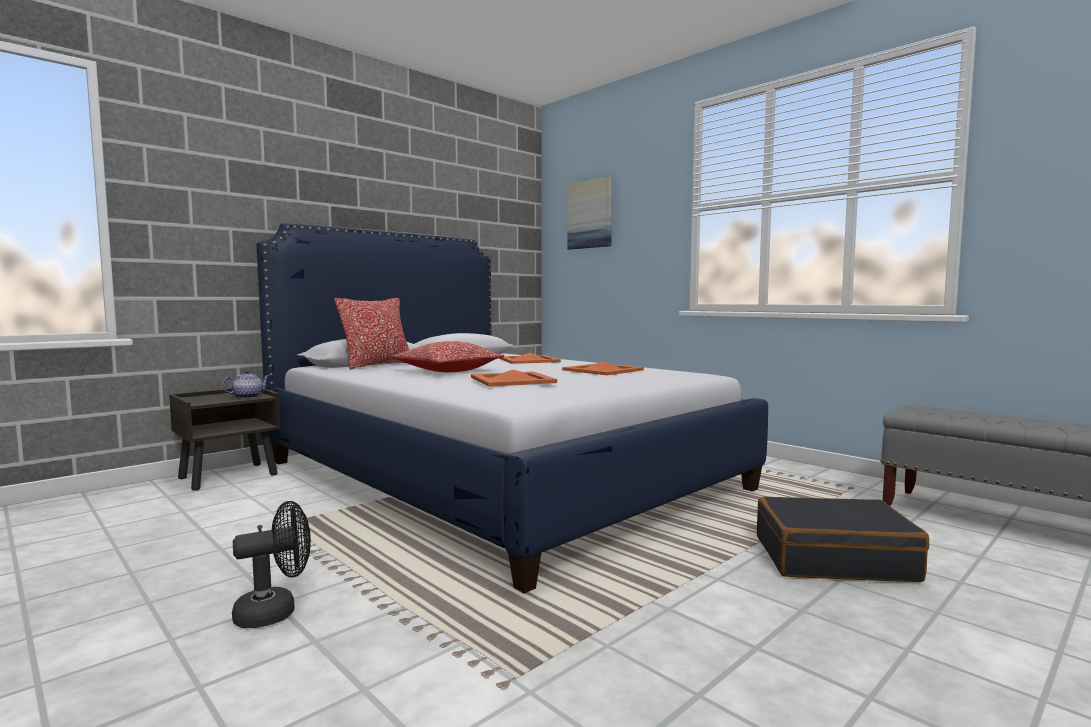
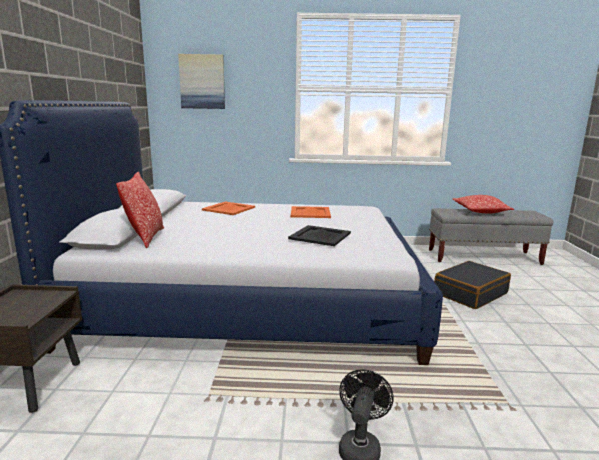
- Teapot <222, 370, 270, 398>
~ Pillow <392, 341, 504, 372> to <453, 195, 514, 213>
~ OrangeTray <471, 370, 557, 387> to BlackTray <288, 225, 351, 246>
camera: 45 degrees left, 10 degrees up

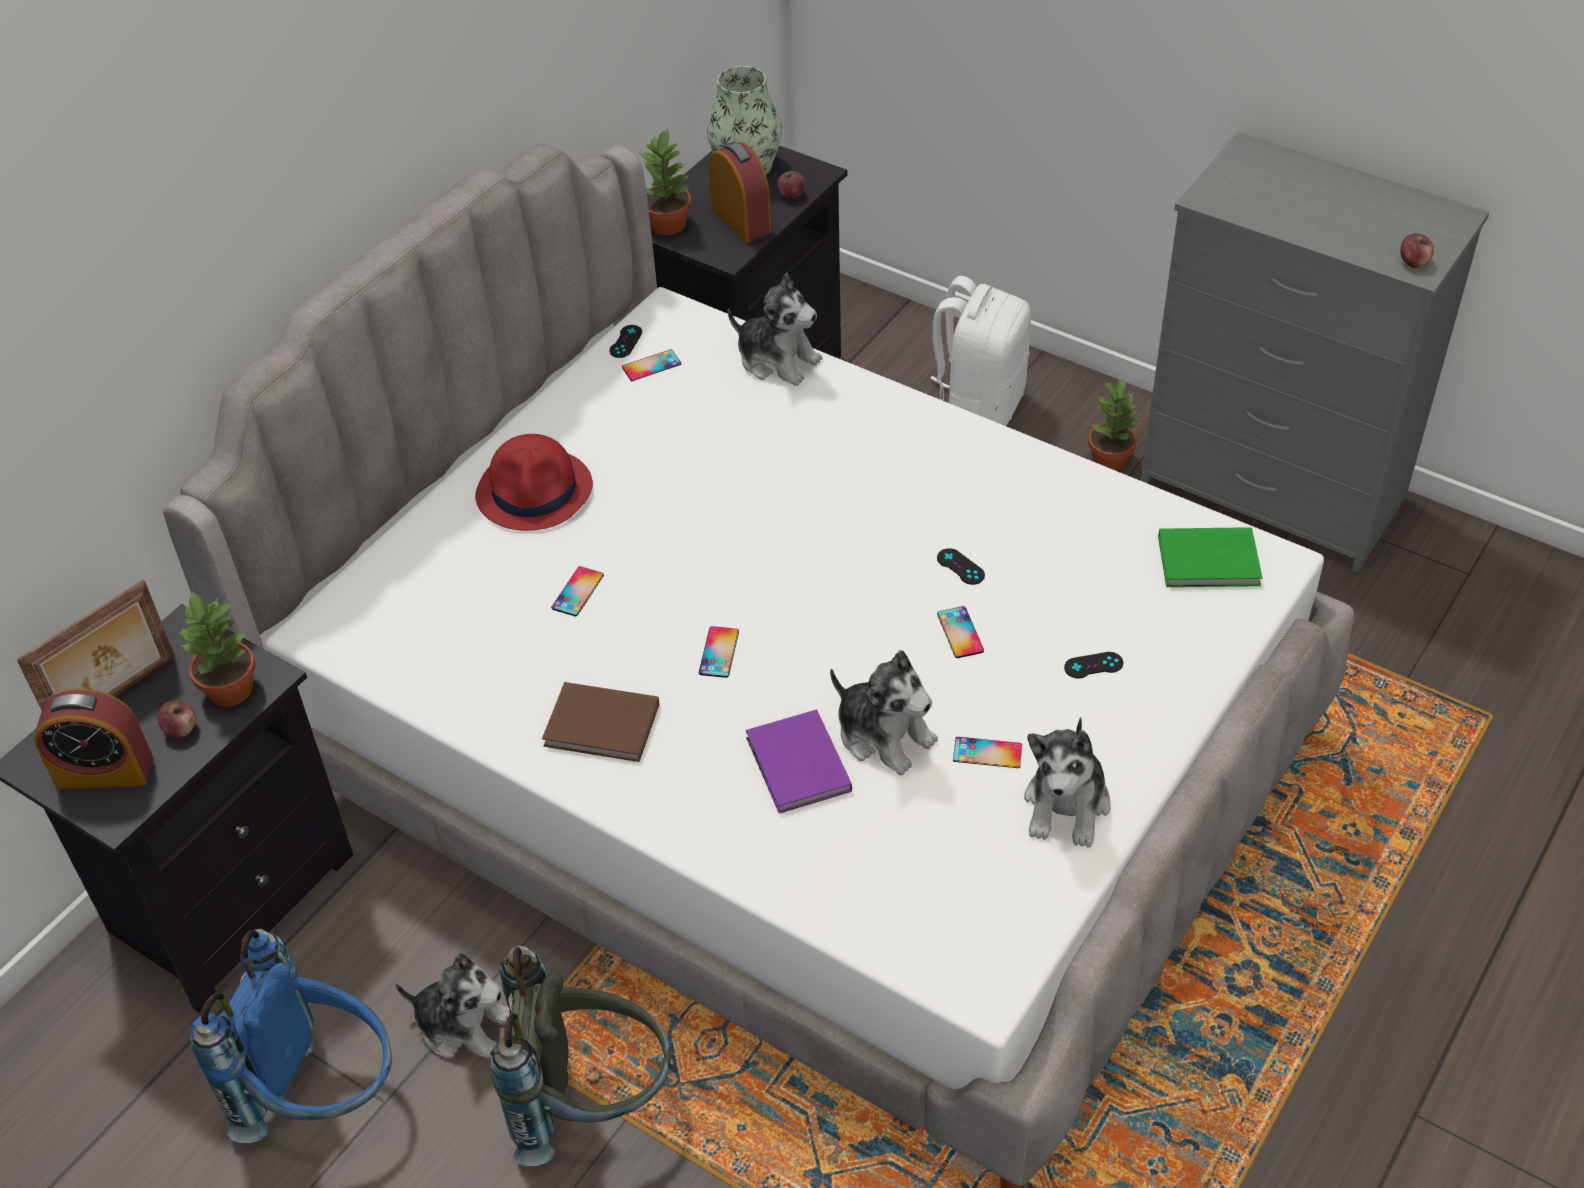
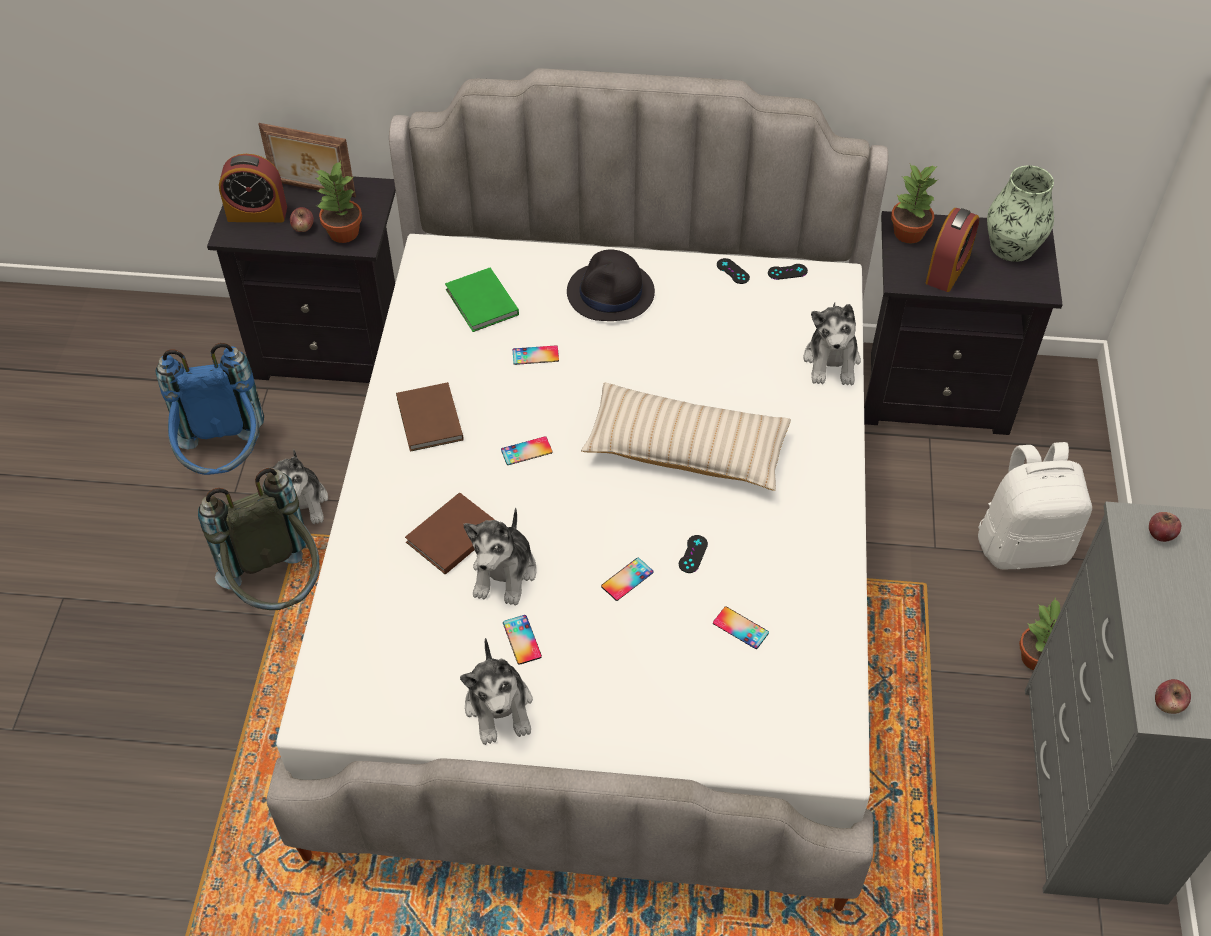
~ AlarmClock <34, 689, 153, 789> = <219, 154, 287, 222> 60 degrees counterclockwise
~ RedHat <475, 434, 593, 531> to BlackHat <567, 250, 655, 321>
~ Phone <622, 349, 681, 381> to <713, 606, 769, 649>
~ PurpleBook <746, 709, 852, 813> to BrownBook <405, 492, 495, 575>
~ Apple <777, 170, 805, 199> to <1149, 512, 1181, 542>
~ PlushToy <1024, 717, 1111, 848> = <460, 638, 533, 745> 90 degrees counterclockwise
~ BlackGameController <1064, 652, 1123, 678> to <717, 258, 750, 284>
~ GreenBook <1158, 527, 1263, 587> to <445, 267, 519, 332>
+ BeigePillow <581, 383, 791, 491>
camera: 60 degrees right, 5 degrees up

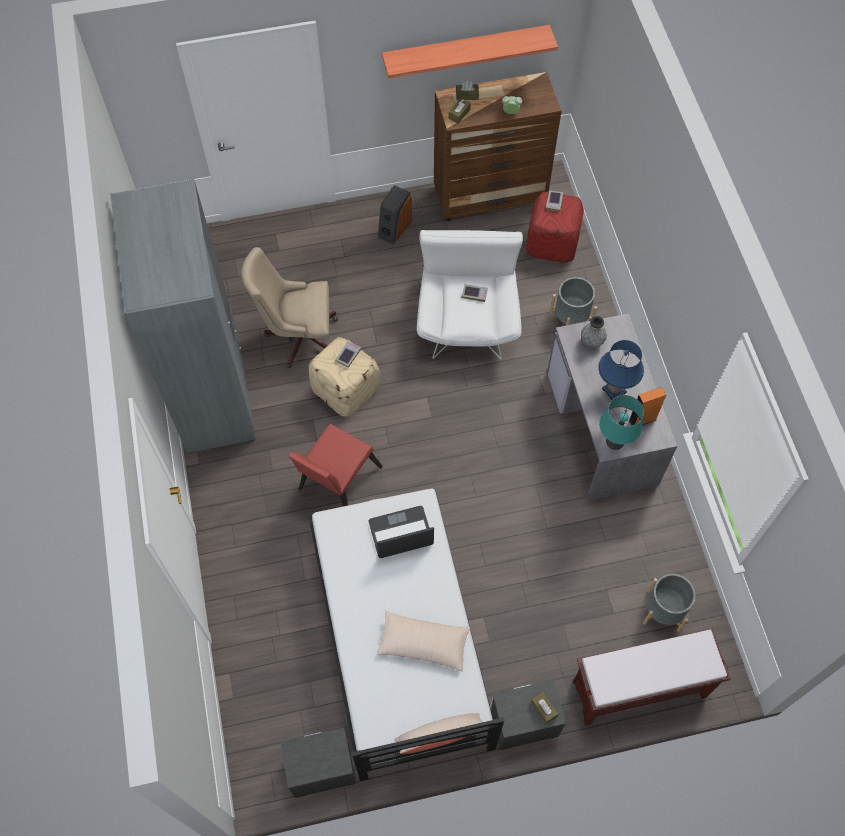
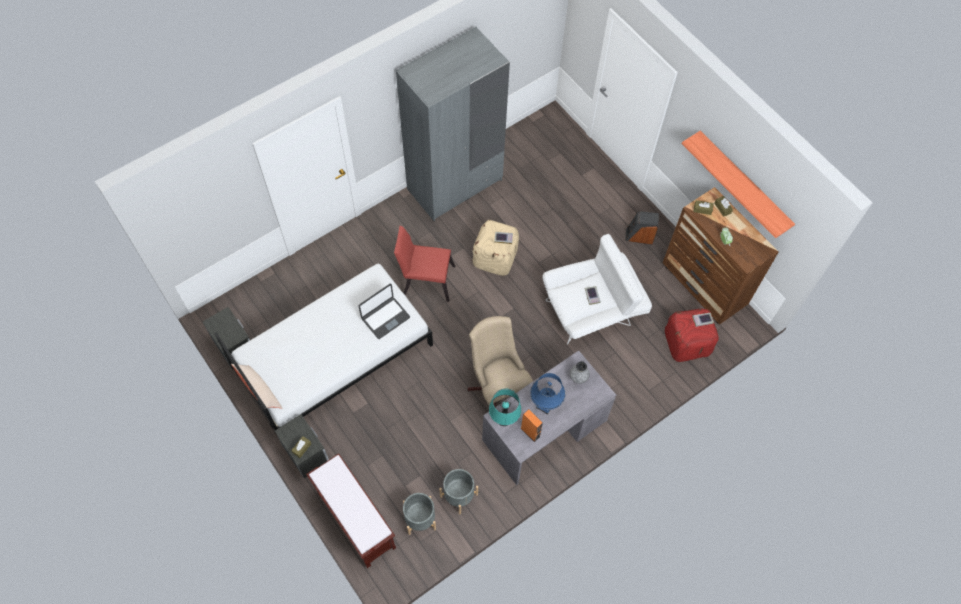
~ BeigeOfficeChair <241, 247, 338, 368> to <467, 316, 533, 407>
~ Laptop <369, 506, 434, 558> = <359, 284, 410, 339> 90 degrees clockwise
- BeigePillow <377, 611, 470, 671>
~ GreyPlanter <550, 277, 597, 325> to <439, 469, 478, 514>
camera: 65 degrees right, 0 degrees up

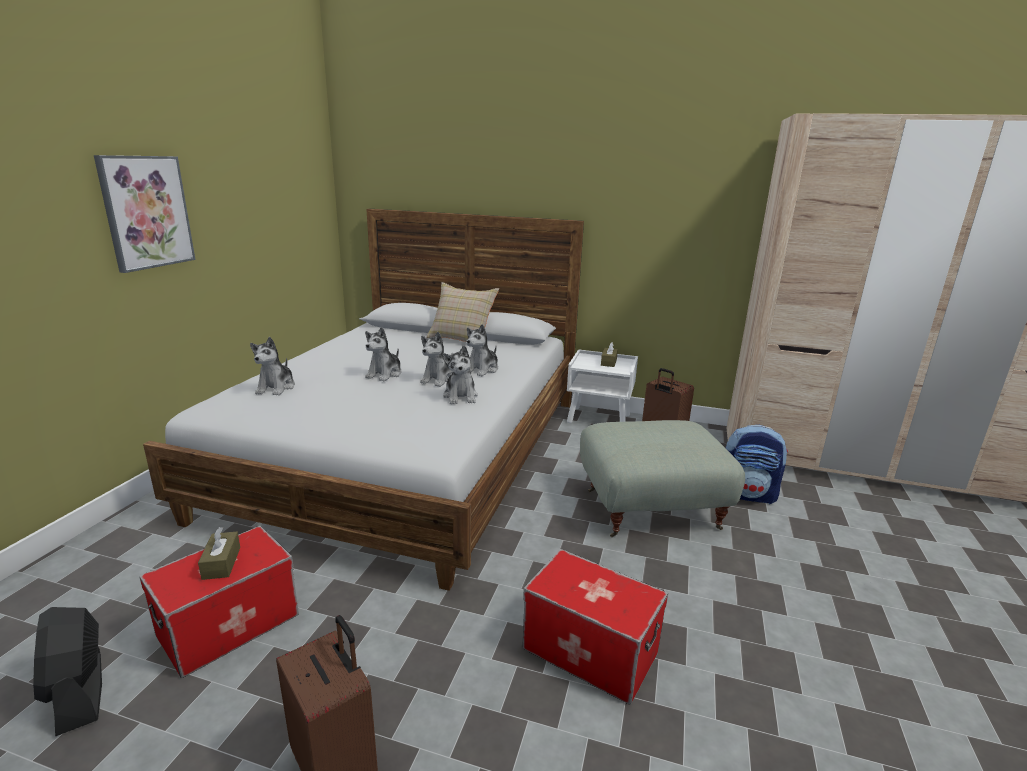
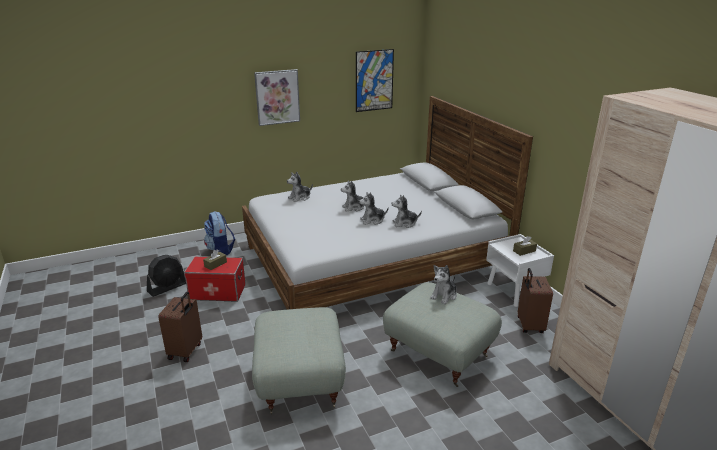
~ BlackFan <33, 607, 102, 736> = <147, 255, 186, 297> 150 degrees counterclockwise
- BeigePillow <426, 282, 499, 342>
~ PlushToy <443, 346, 478, 404> to <430, 265, 457, 304>
~ StorageBox <522, 549, 668, 705> to GreyOttoman <252, 307, 346, 414>
~ Backpack <726, 425, 788, 504> to <204, 211, 235, 255>
+ Picture <356, 49, 394, 112>
camera: 50 degrees right, 5 degrees up

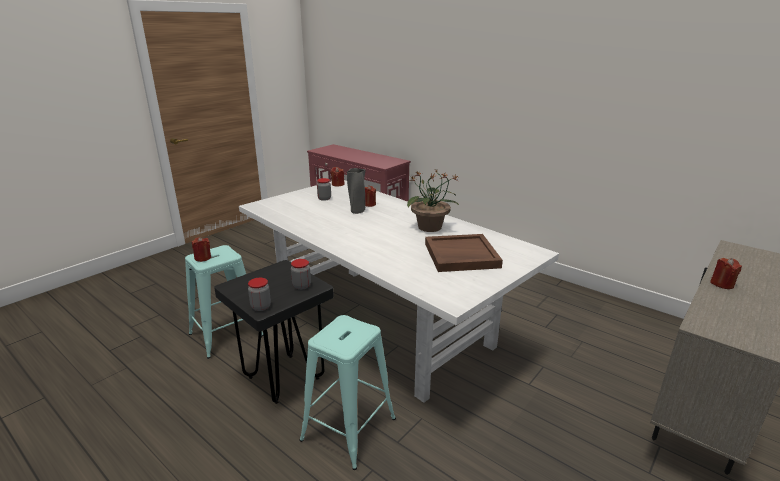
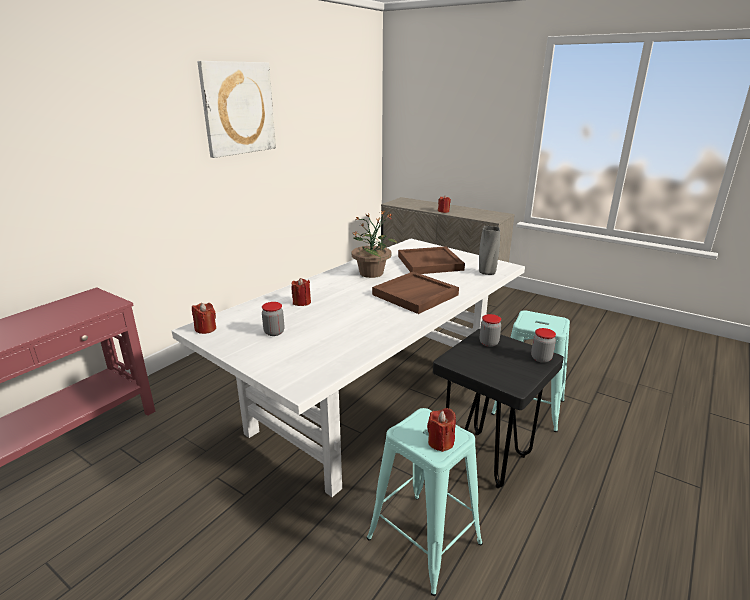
~ GreyVase <347, 168, 365, 214> to <479, 226, 500, 275>
+ Picture <197, 61, 276, 158>
+ BrownTray <372, 272, 459, 314>
camera: 95 degrees left, 0 degrees up

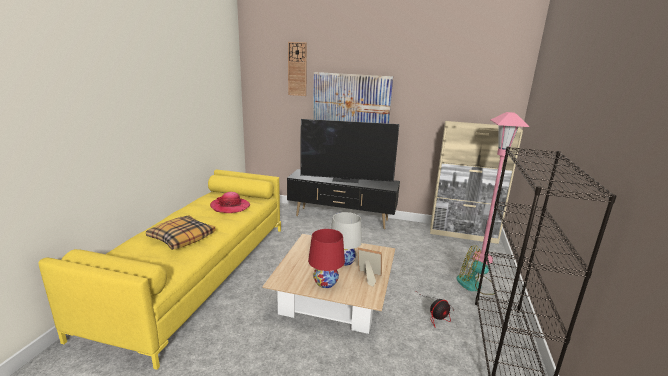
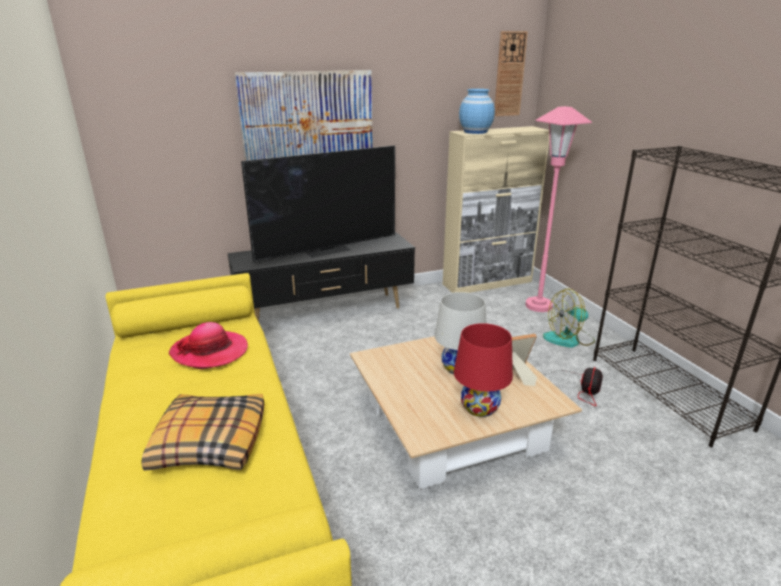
~ WallClock <288, 42, 307, 96> to <495, 31, 528, 116>
+ BlueVase <459, 89, 495, 134>
camera: 35 degrees left, 5 degrees up

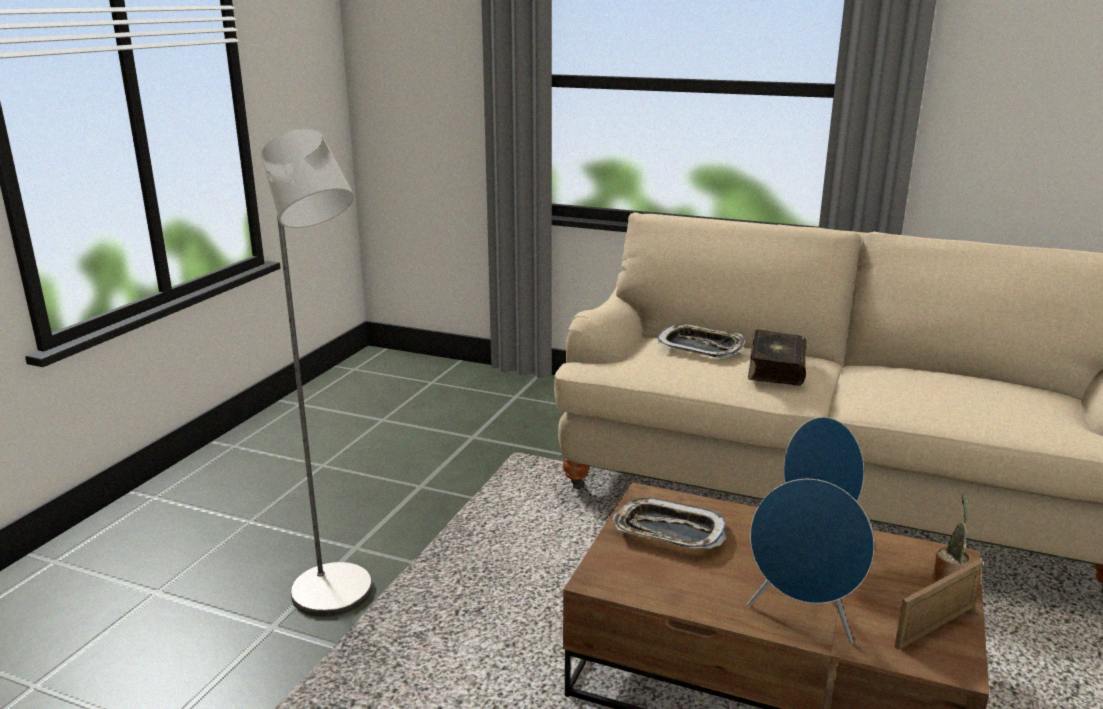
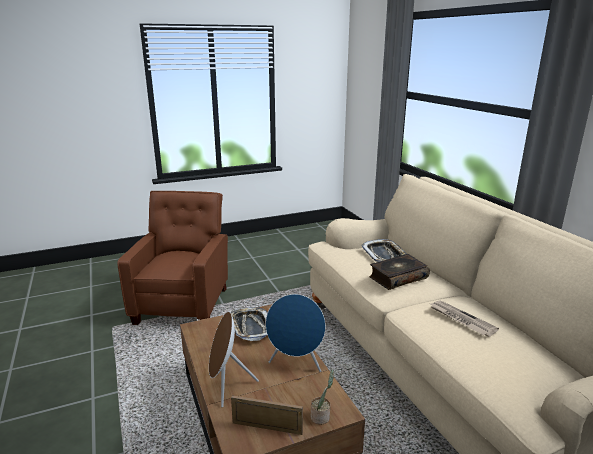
~ GreyFloorLamp <261, 129, 372, 617> to BrownArmchair <117, 191, 228, 325>
~ BlueSpeaker <747, 479, 874, 644> to BrownSpeaker <209, 312, 259, 407>
+ Newspaper <431, 300, 499, 337>
camera: 45 degrees right, 0 degrees up

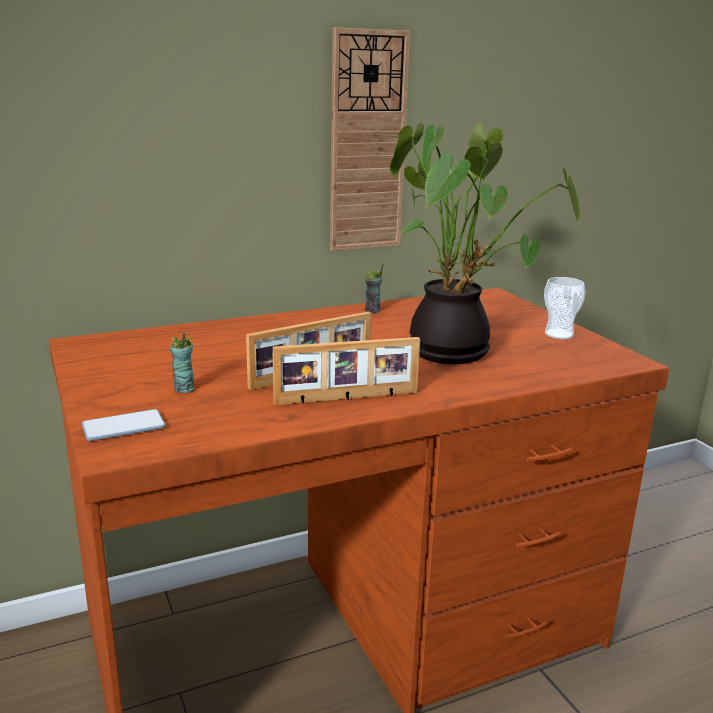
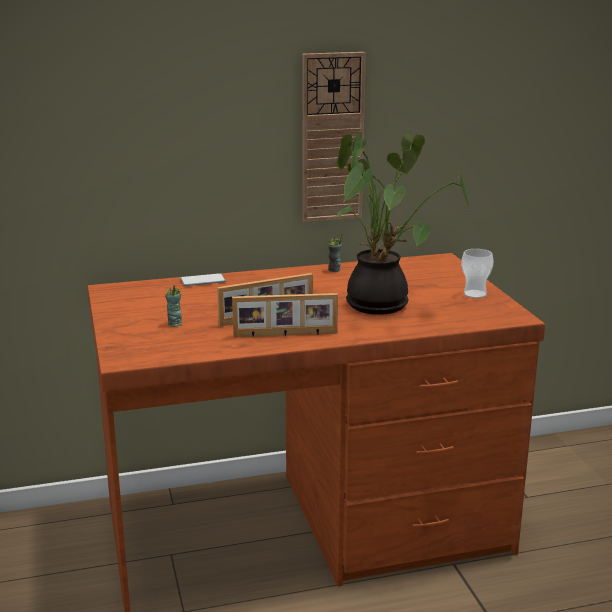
~ Phone <82, 409, 166, 441> to <180, 273, 226, 286>
camera: 10 degrees right, 0 degrees up

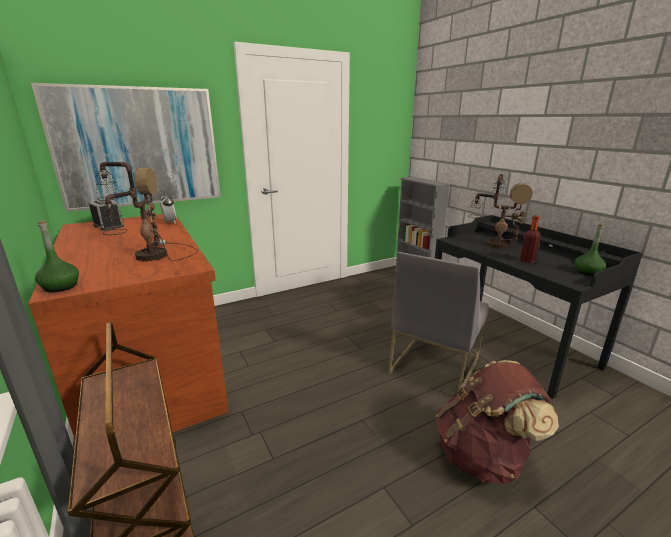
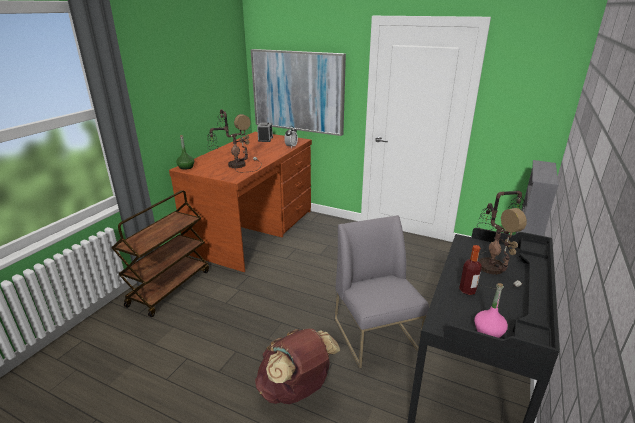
~ GreyChair <388, 252, 489, 395> = <334, 215, 429, 368> 75 degrees clockwise
~ GreenBottle <575, 224, 606, 276> to PinkBottle <474, 283, 508, 338>
camera: 55 degrees right, 5 degrees up

